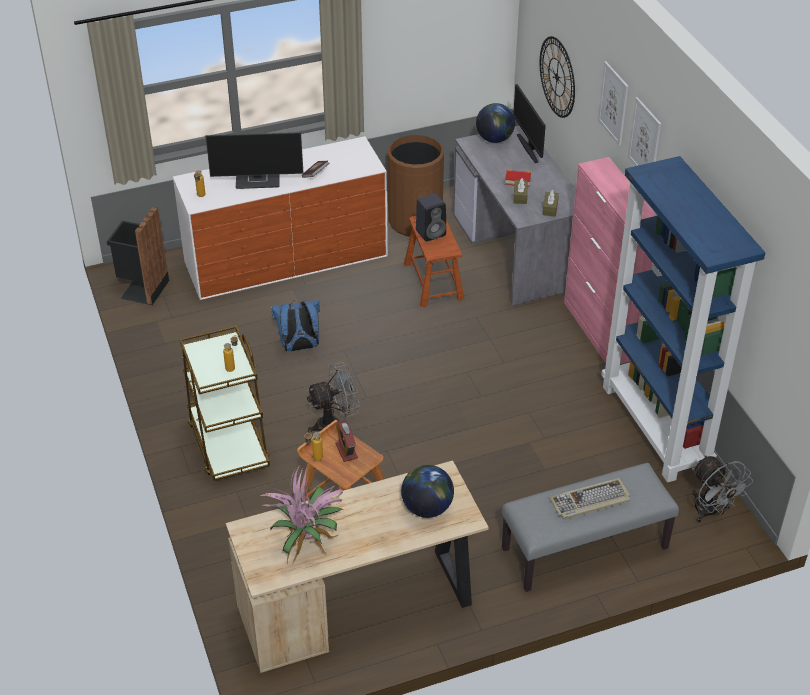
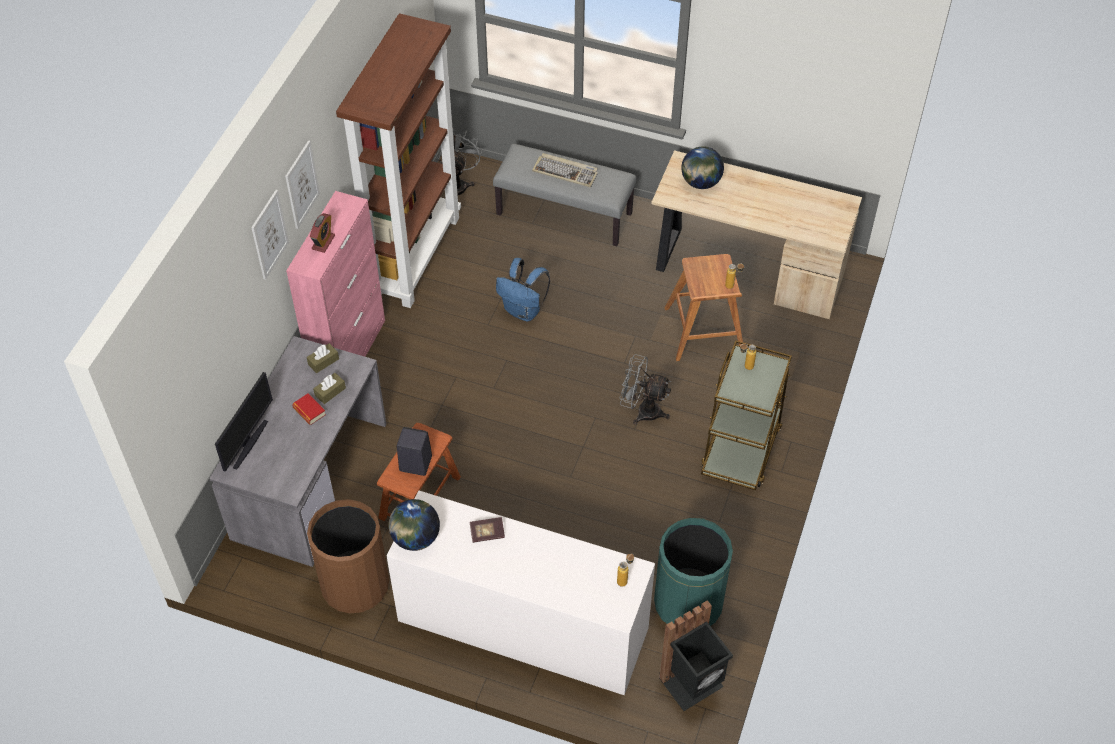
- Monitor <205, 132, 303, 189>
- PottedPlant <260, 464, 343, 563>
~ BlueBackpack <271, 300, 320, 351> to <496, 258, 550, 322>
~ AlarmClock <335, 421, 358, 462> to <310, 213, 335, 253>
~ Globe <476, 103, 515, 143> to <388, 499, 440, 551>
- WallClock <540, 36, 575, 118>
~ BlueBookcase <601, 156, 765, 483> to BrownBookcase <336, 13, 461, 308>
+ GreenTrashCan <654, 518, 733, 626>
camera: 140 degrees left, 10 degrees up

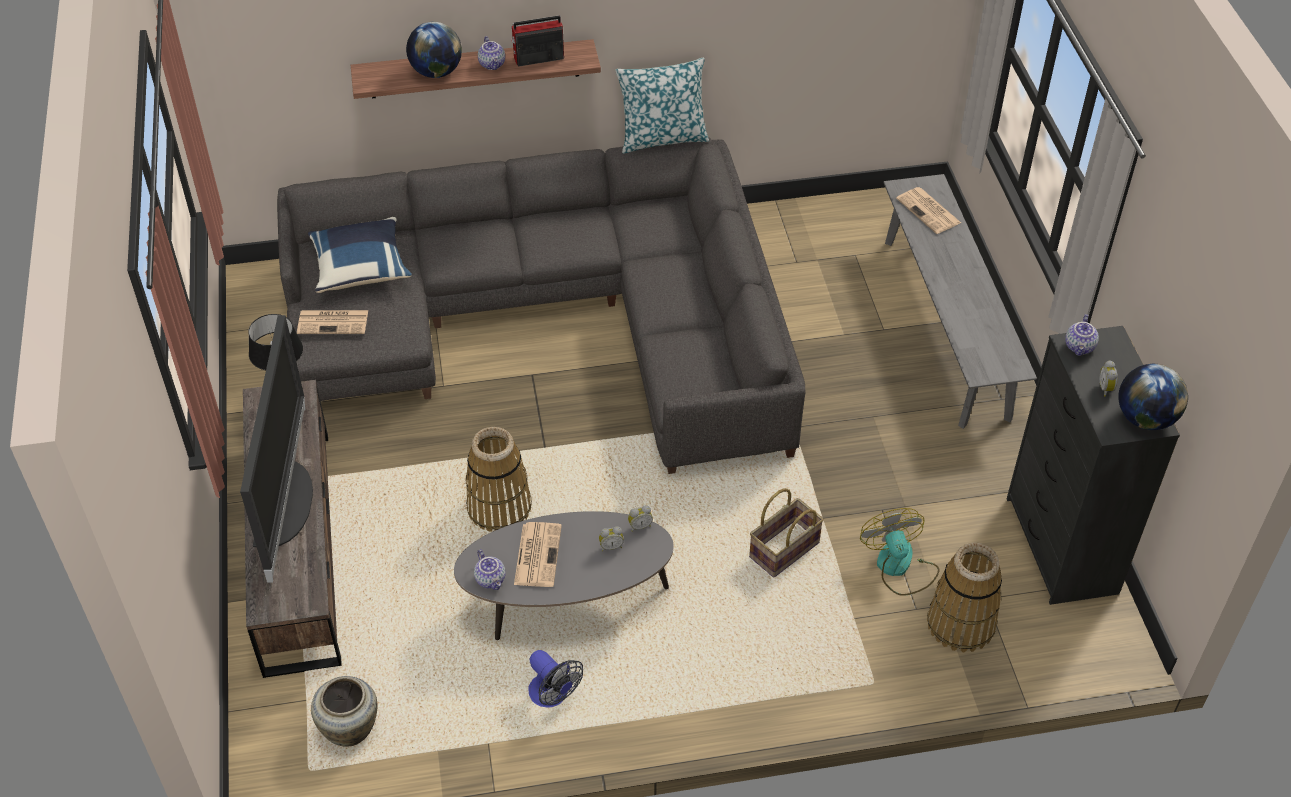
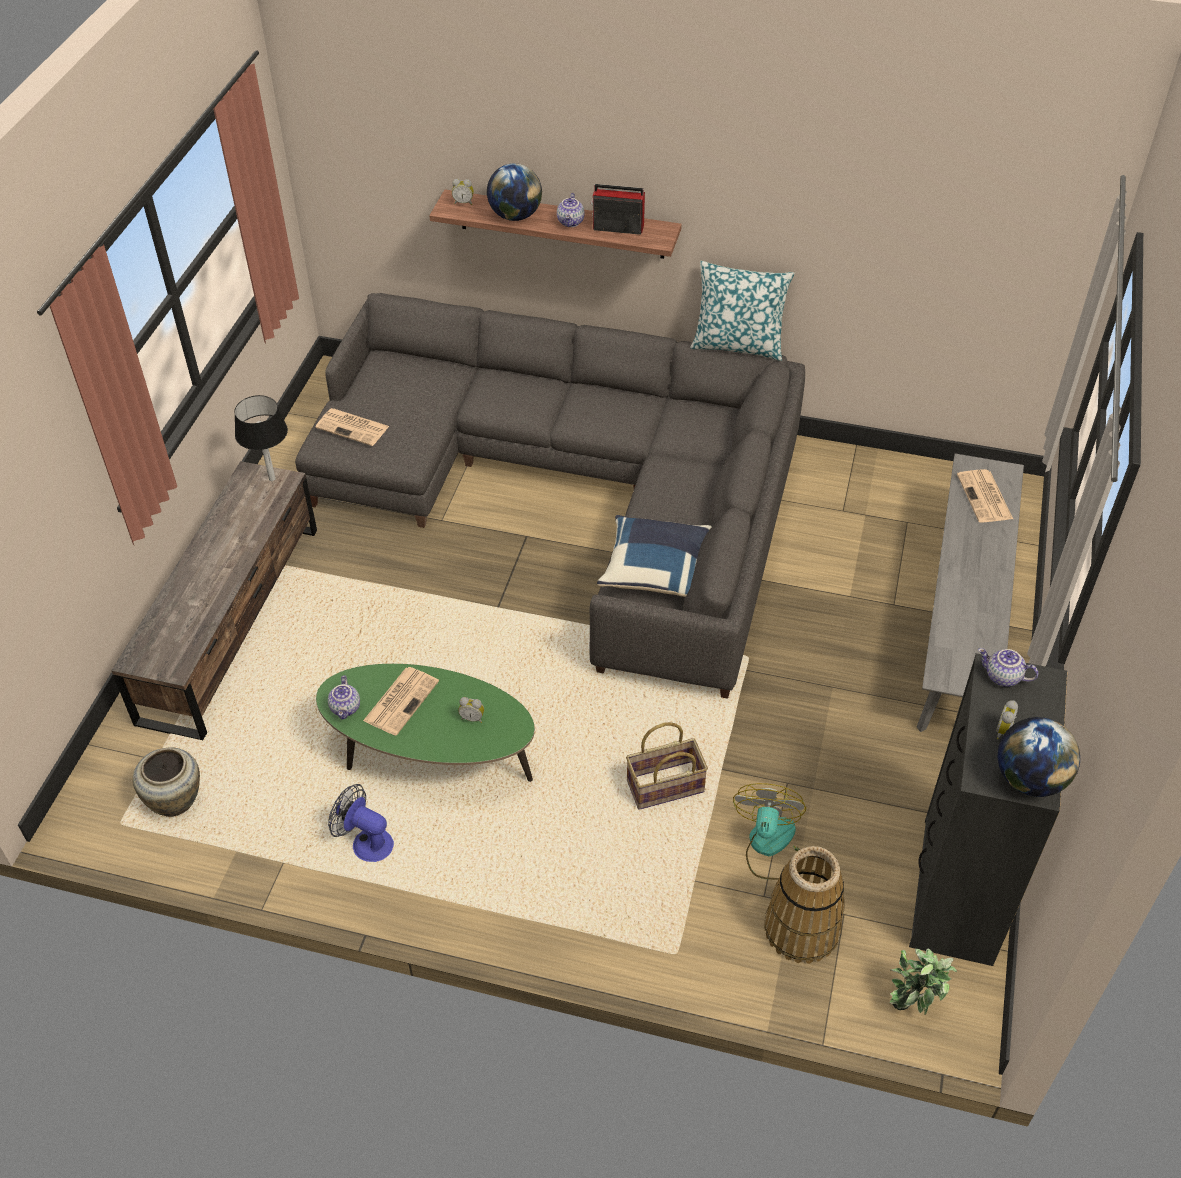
- Television <240, 315, 313, 583>
~ BluePillow <308, 217, 412, 293> to <597, 515, 712, 597>
~ GreyCoffeeTable <454, 511, 674, 640> to GreenCoffeeTable <316, 664, 535, 782>
- Basket <465, 427, 532, 532>
~ Fan <528, 650, 583, 708> = <328, 784, 394, 862> 135 degrees clockwise
~ AlarmClock <628, 505, 653, 532> to <452, 179, 474, 205>
~ Teapot <1065, 314, 1099, 356> = <978, 648, 1038, 687> 75 degrees clockwise
+ PottedPlant <889, 948, 957, 1014>
camera: 25 degrees right, 0 degrees up

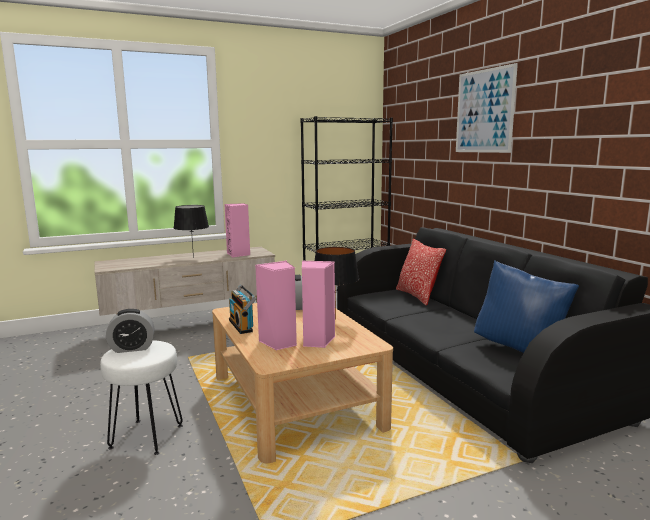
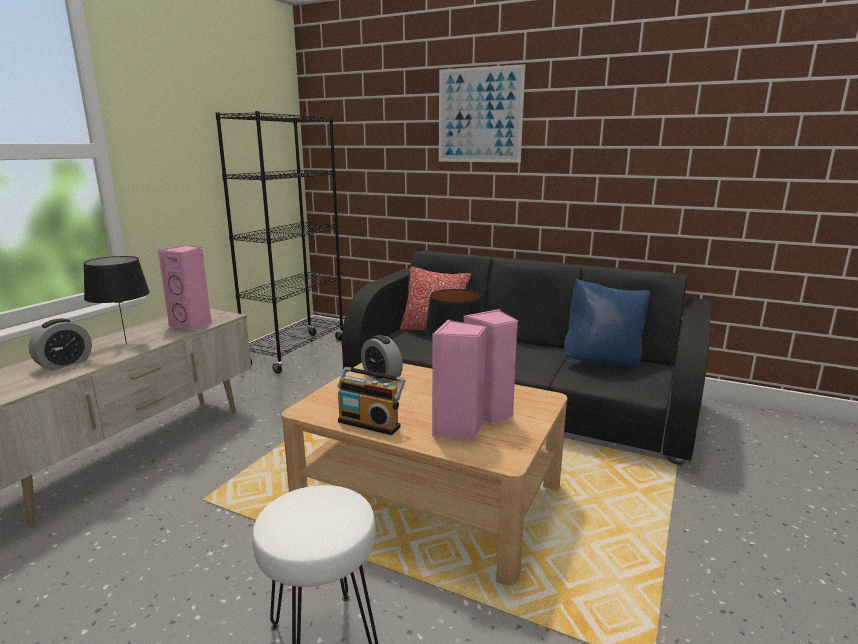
~ AlarmClock <106, 309, 154, 353> to <29, 319, 92, 371>
camera: 40 degrees left, 5 degrees up

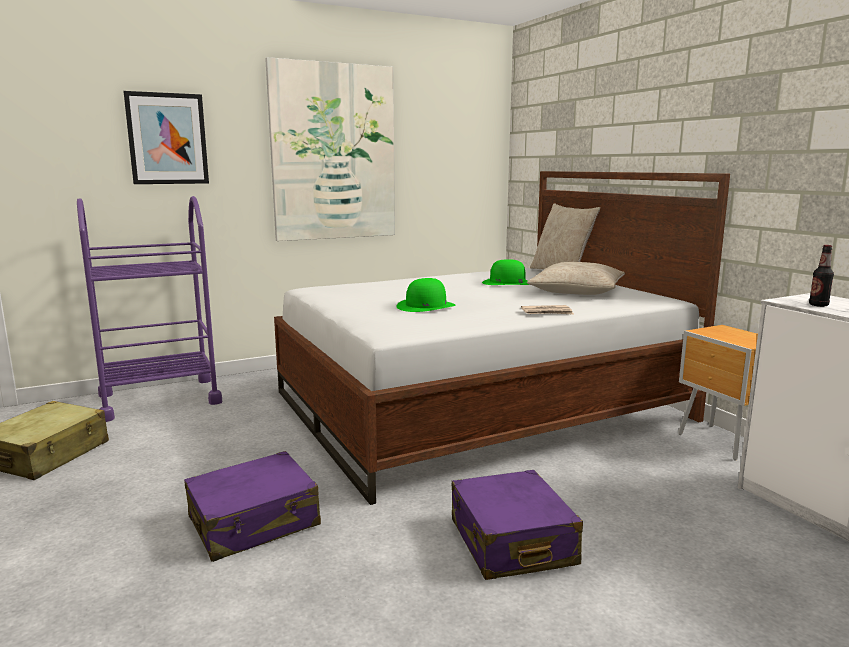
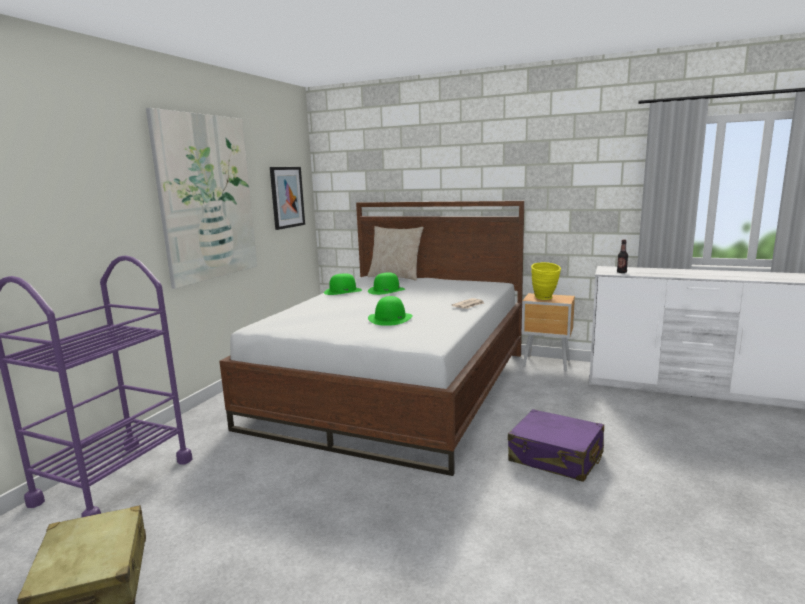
~ Picture <123, 91, 209, 184> to <270, 167, 305, 230>
- PurpleSuitcase <184, 451, 321, 562>
- BeigePillow <527, 262, 625, 295>
+ GreenHat <324, 273, 362, 295>
+ YellowVase <531, 262, 561, 300>
camera: 40 degrees left, 0 degrees up

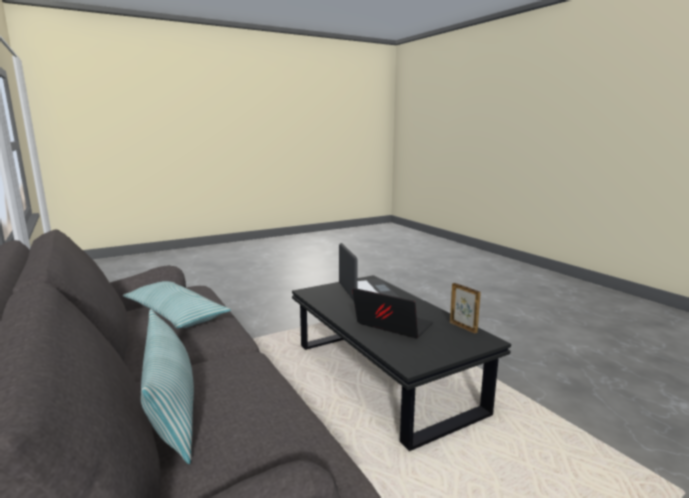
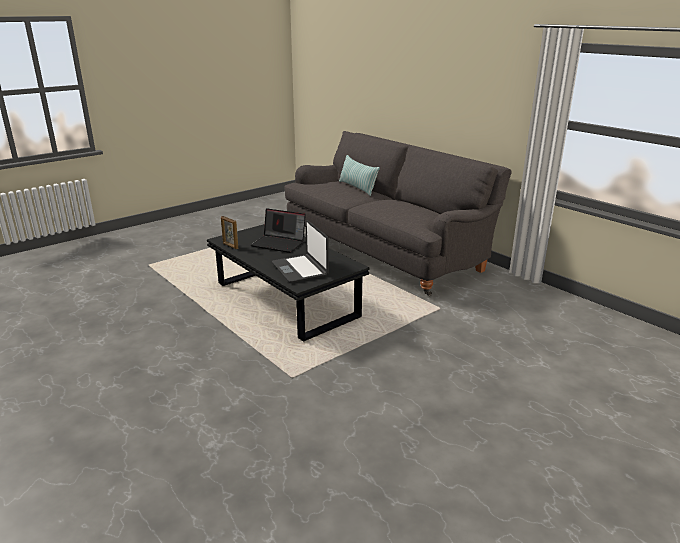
- Pillow <123, 281, 231, 328>
camera: 170 degrees right, 10 degrees up

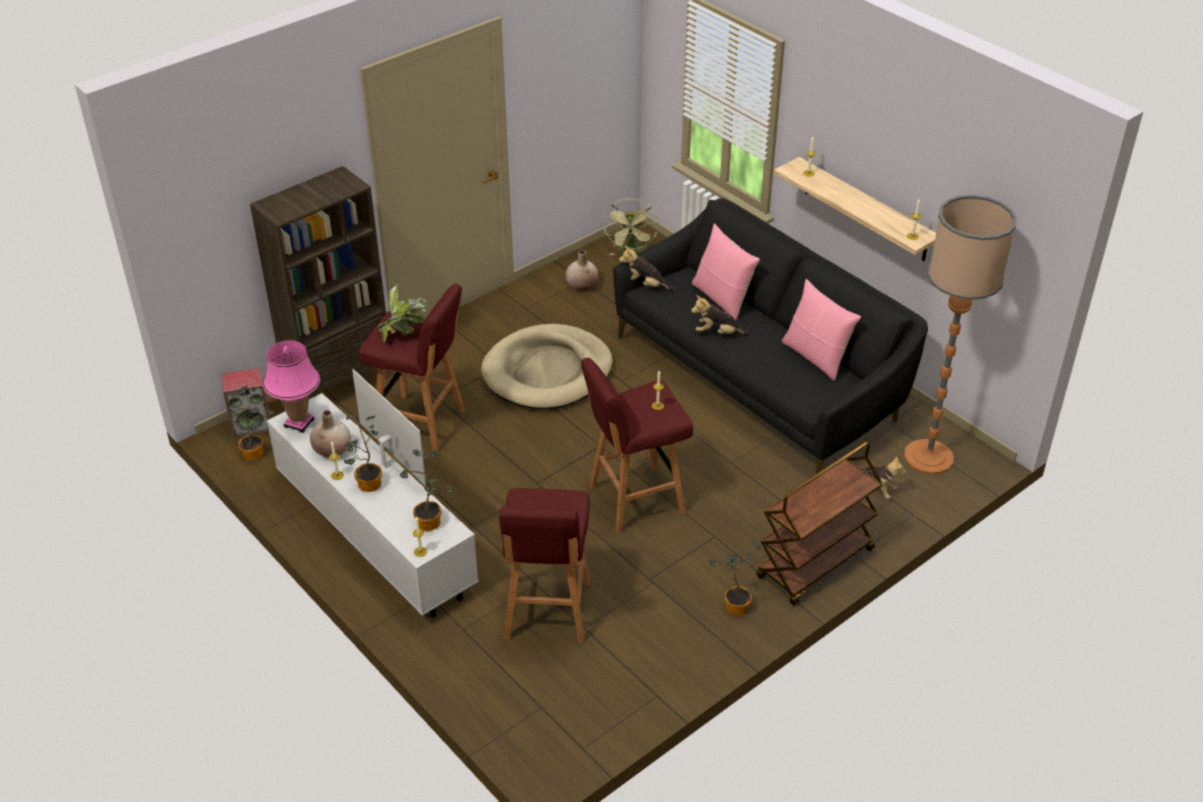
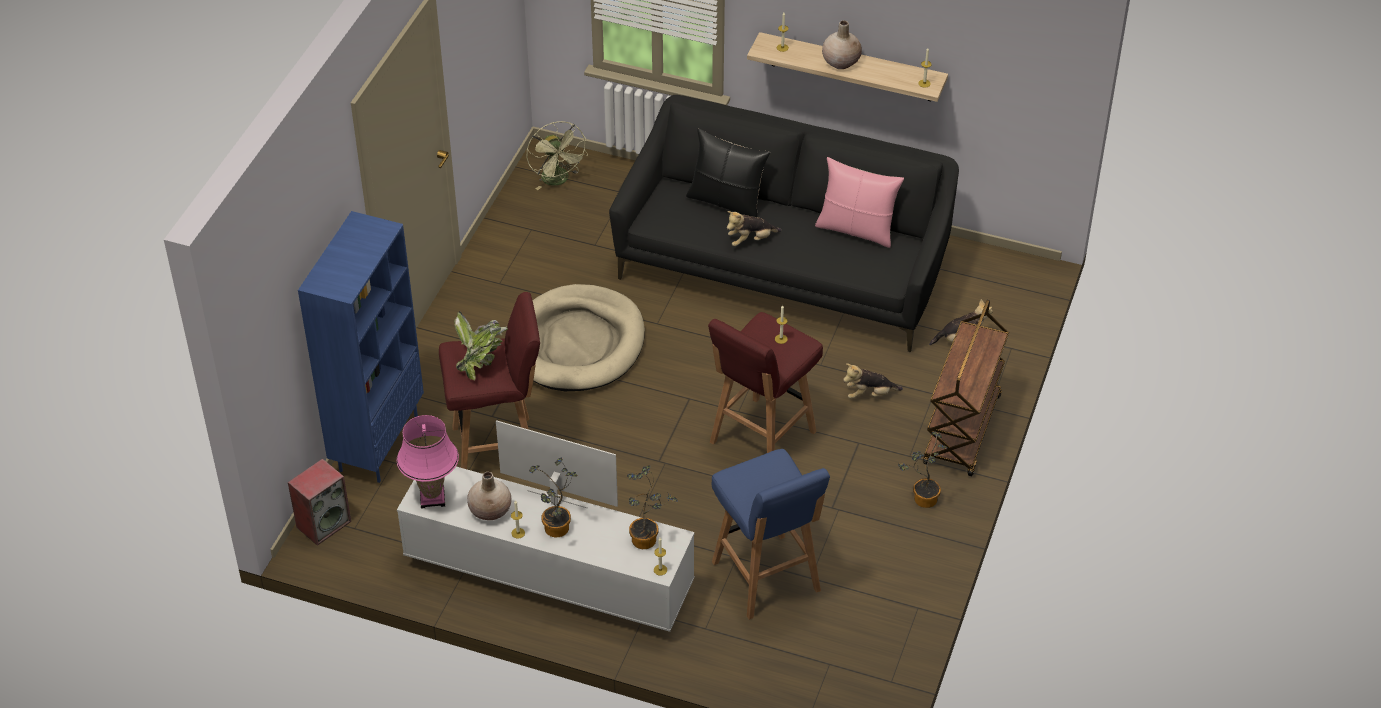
- PottedPlant <227, 386, 274, 461>
~ BrownBookcase <250, 166, 386, 398> to BlueBookcase <298, 211, 424, 483>
~ RedStool <499, 488, 590, 643> to BlueStool <712, 449, 830, 620>
~ BeigeVase <566, 250, 598, 291> to <822, 20, 862, 69>
~ PlushToy <619, 245, 675, 291> to <843, 363, 903, 399>
~ PinkPillow <692, 223, 760, 321> to BlackPillow <686, 128, 770, 217>
- FloorLamp <904, 195, 1017, 474>
camera: 30 degrees left, 5 degrees up

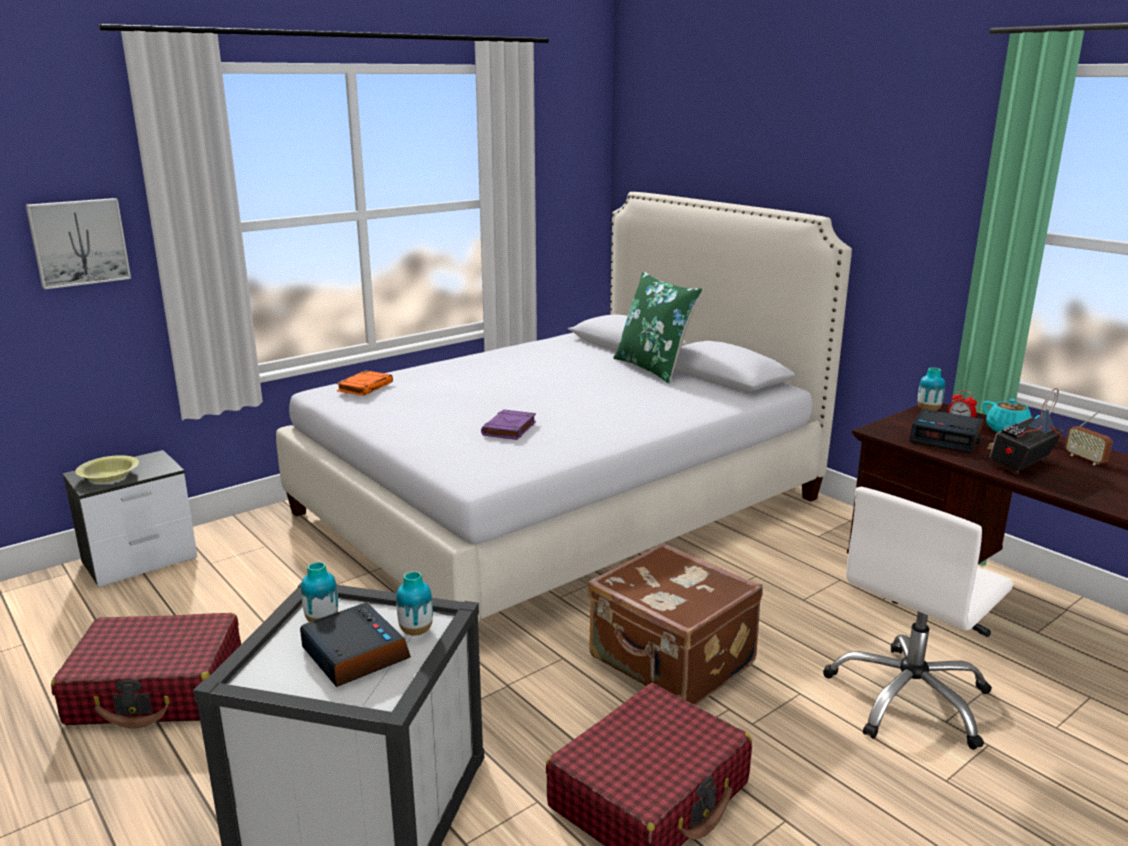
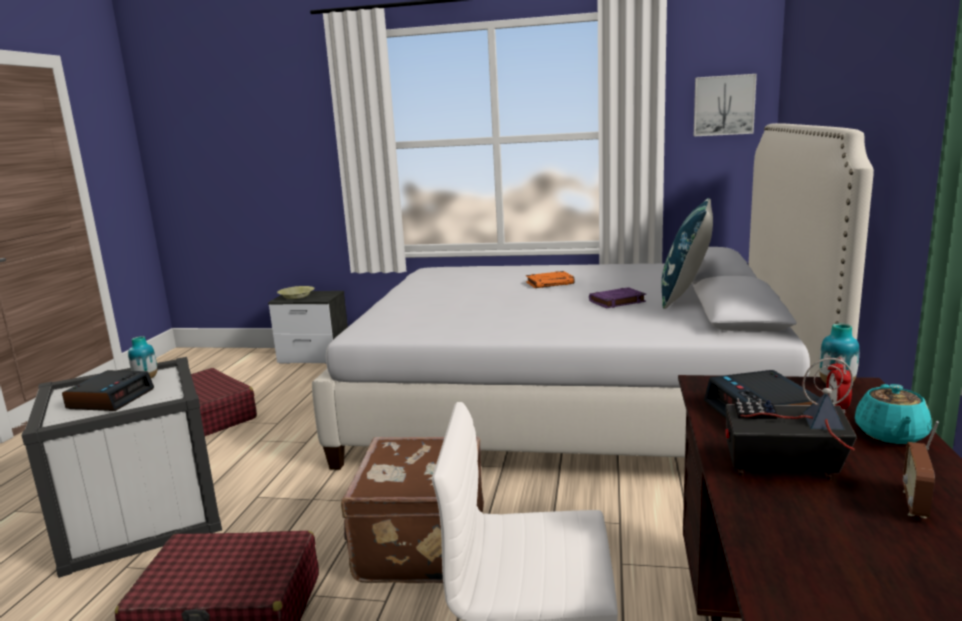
~ Picture <26, 198, 131, 289> to <694, 74, 757, 137>
~ OrangeBook <336, 370, 393, 396> to <526, 271, 575, 288>
- Vase <396, 571, 433, 636>
~ PurpleBook <481, 409, 536, 440> to <589, 287, 646, 308>
~ GreenPillow <613, 271, 703, 384> to BluePillow <662, 198, 713, 309>
camera: 50 degrees right, 5 degrees down

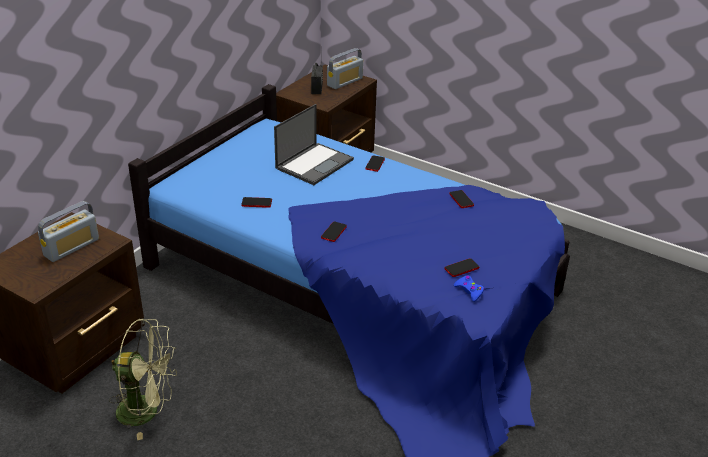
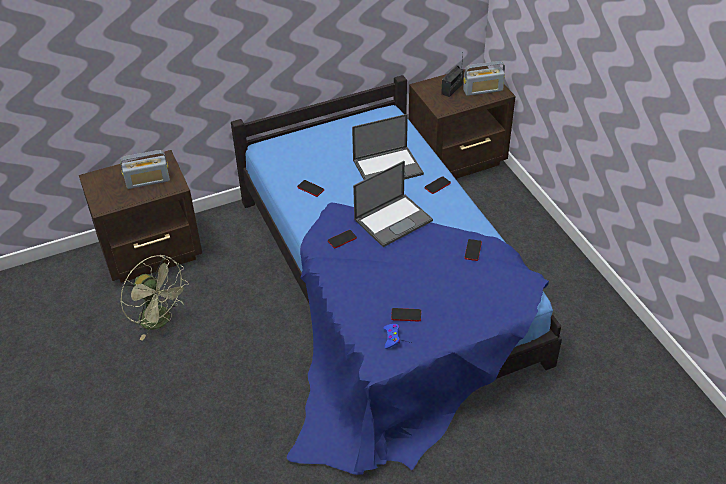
+ Laptop <353, 161, 433, 247>
camera: 35 degrees right, 10 degrees up

